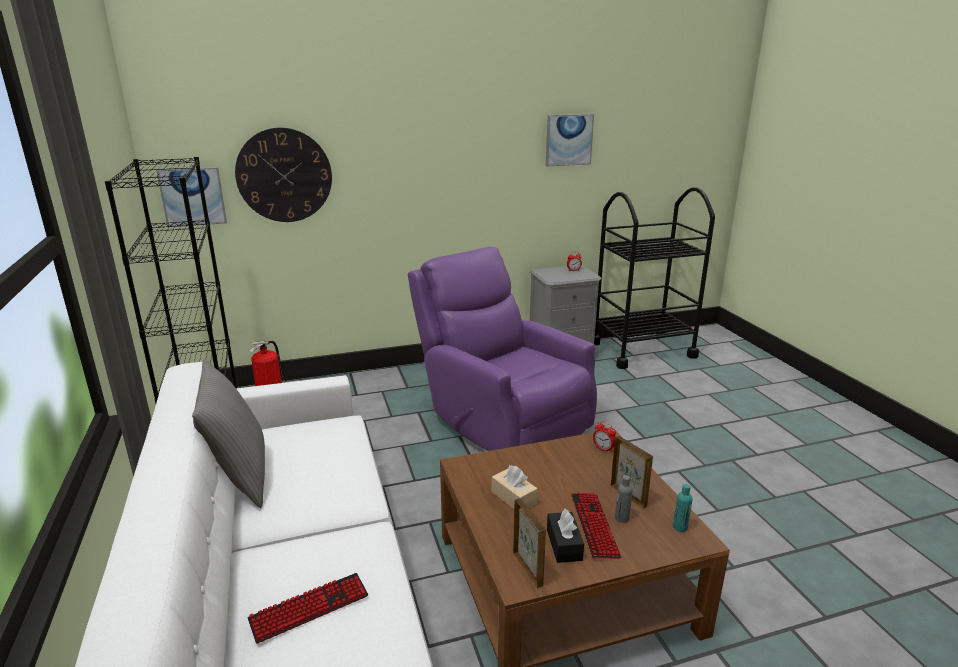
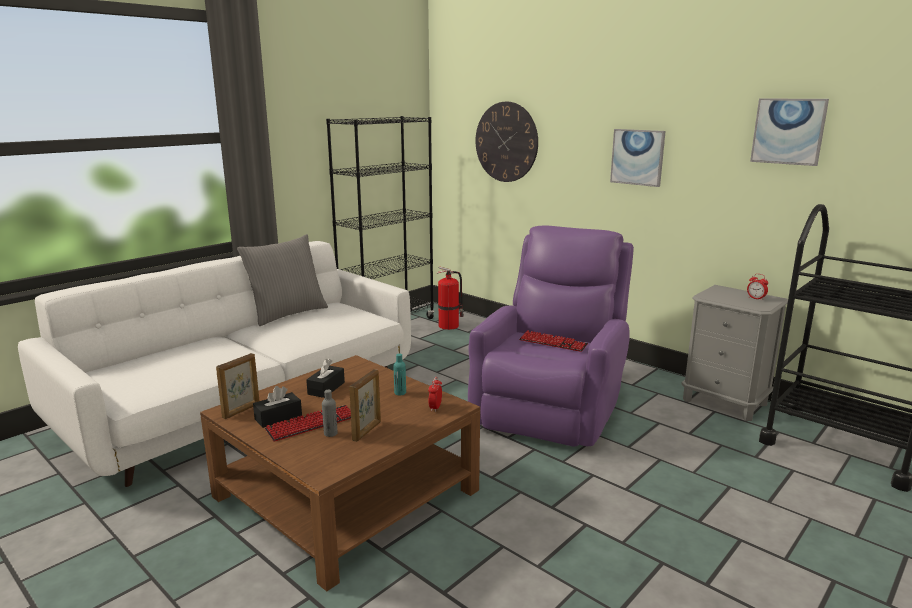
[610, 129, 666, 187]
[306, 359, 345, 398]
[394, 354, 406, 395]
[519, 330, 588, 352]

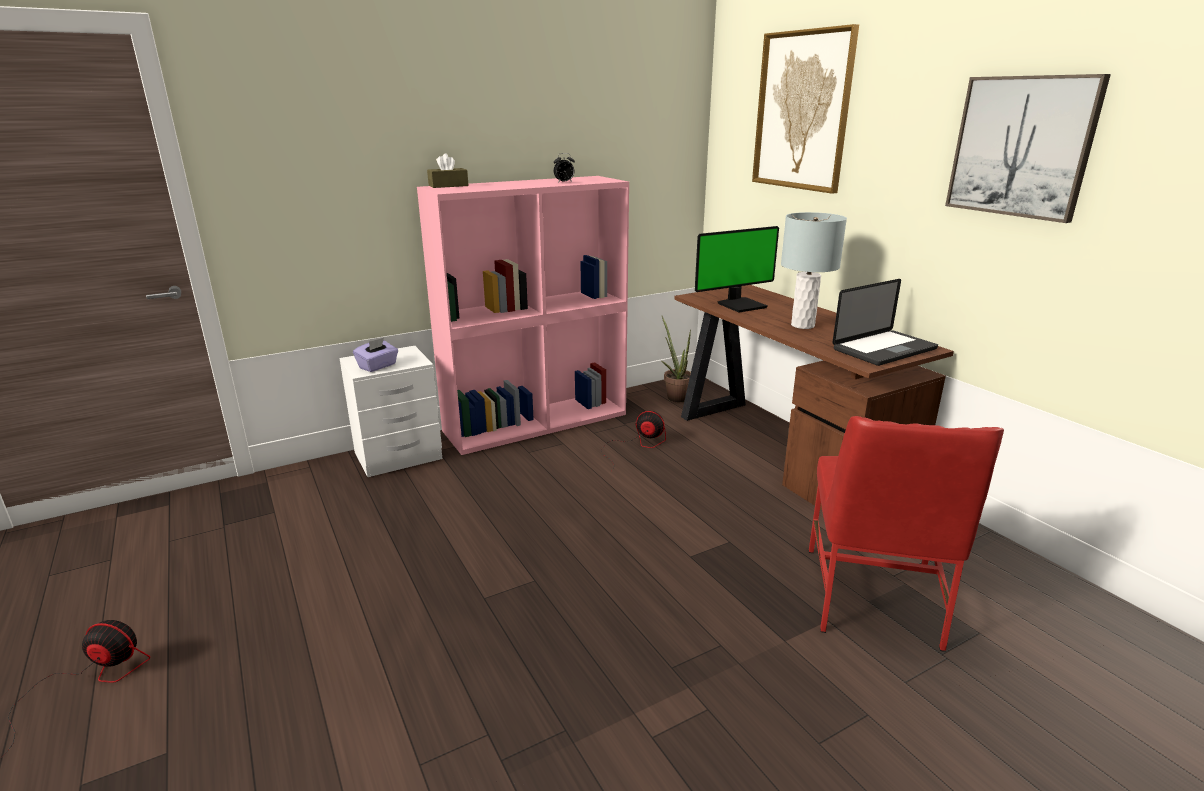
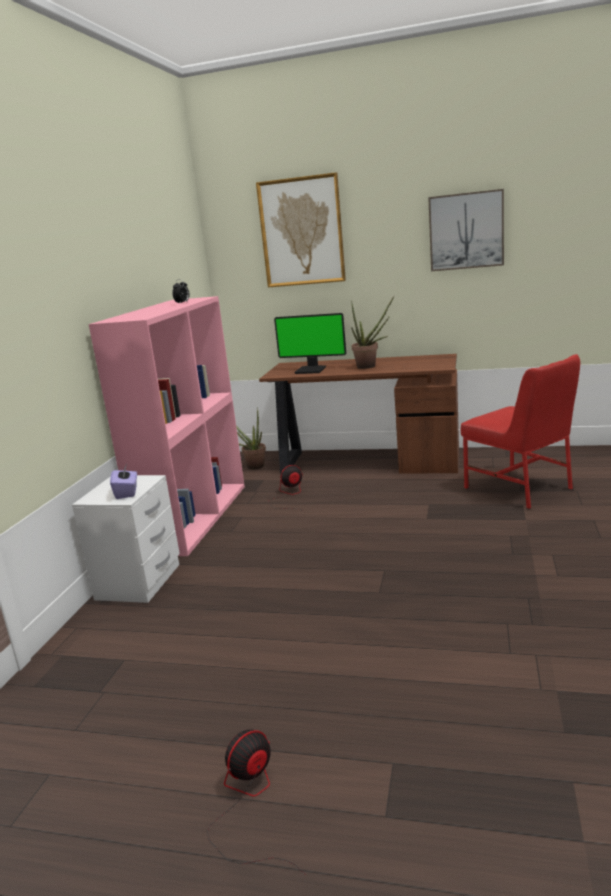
[427, 153, 468, 188] (first image)
[351, 296, 394, 369]
[274, 313, 346, 374]
[832, 279, 938, 366] (first image)

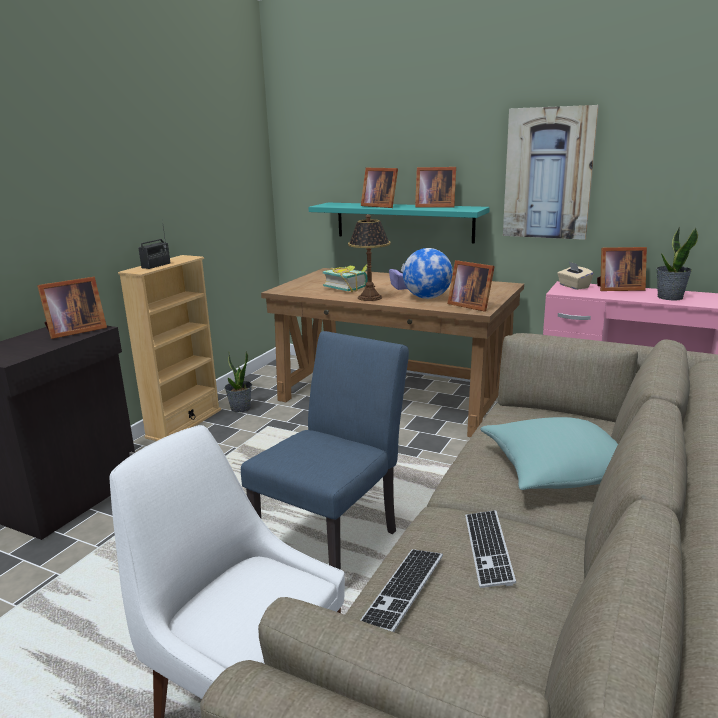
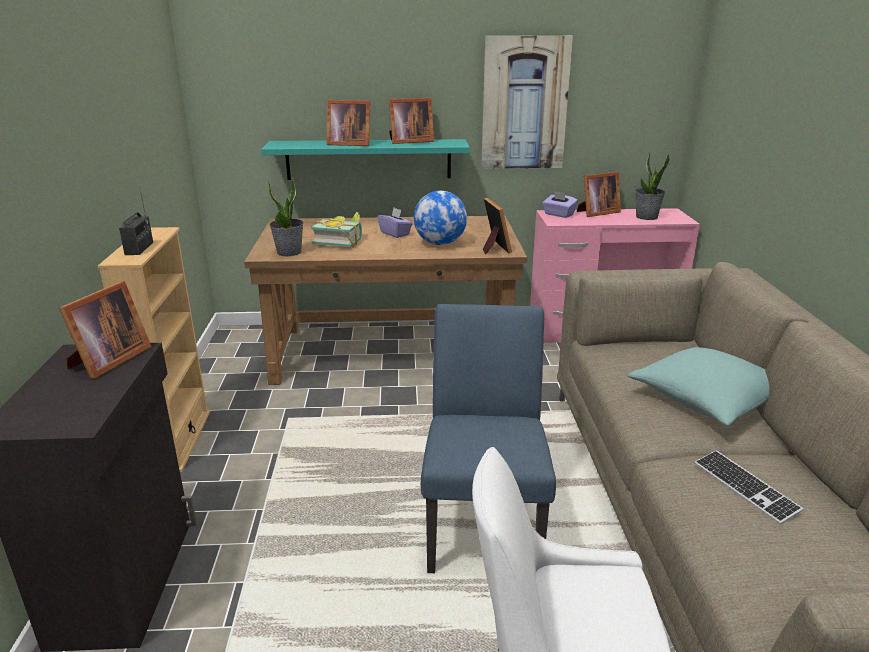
[348, 215, 391, 301] (first image)
[483, 198, 512, 254]
[543, 191, 578, 218]
[268, 178, 304, 256]
[361, 549, 443, 632] (first image)

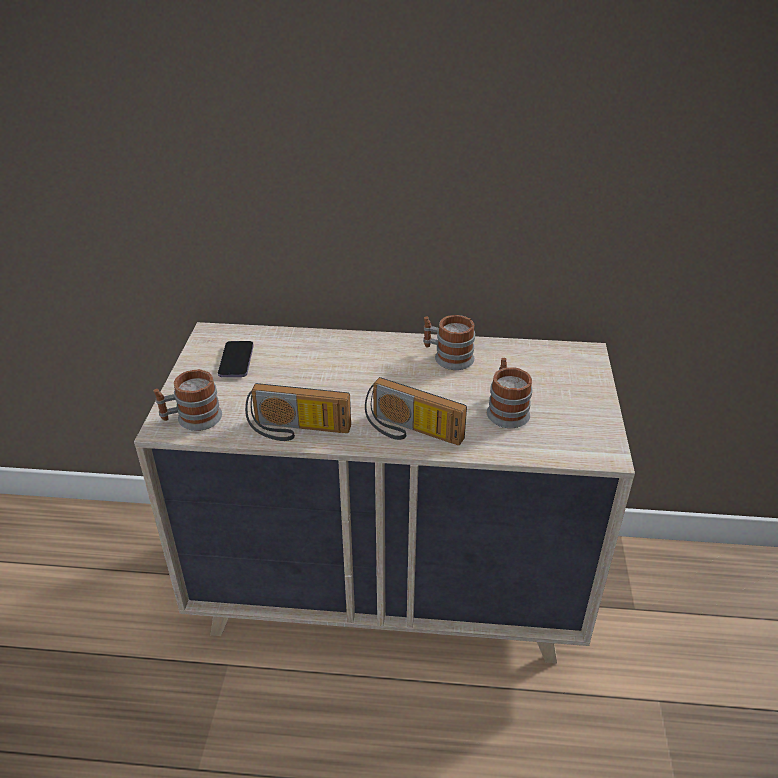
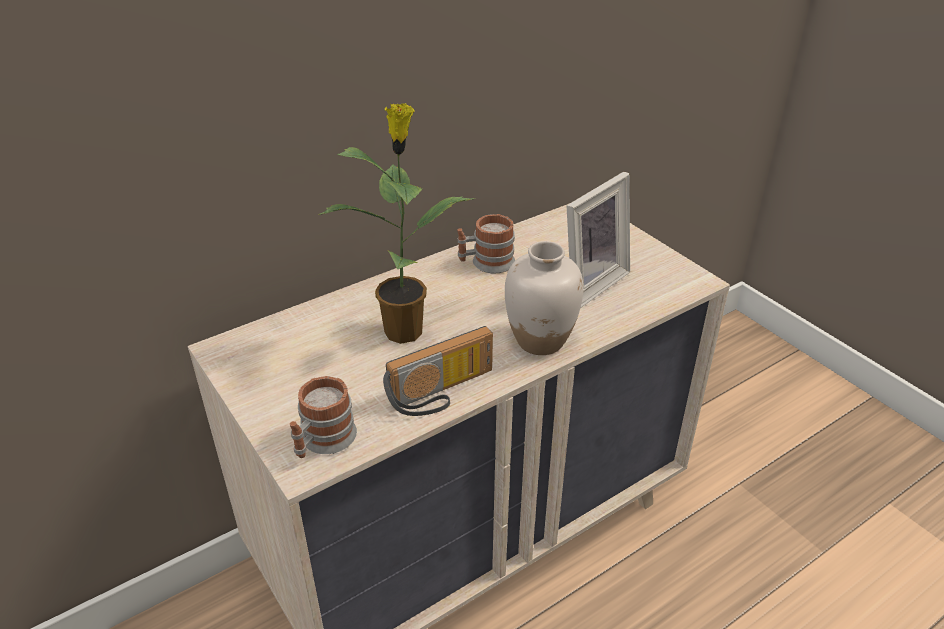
[218, 341, 254, 377] (first image)
[567, 172, 630, 307]
[505, 241, 584, 355]
[319, 103, 476, 344]

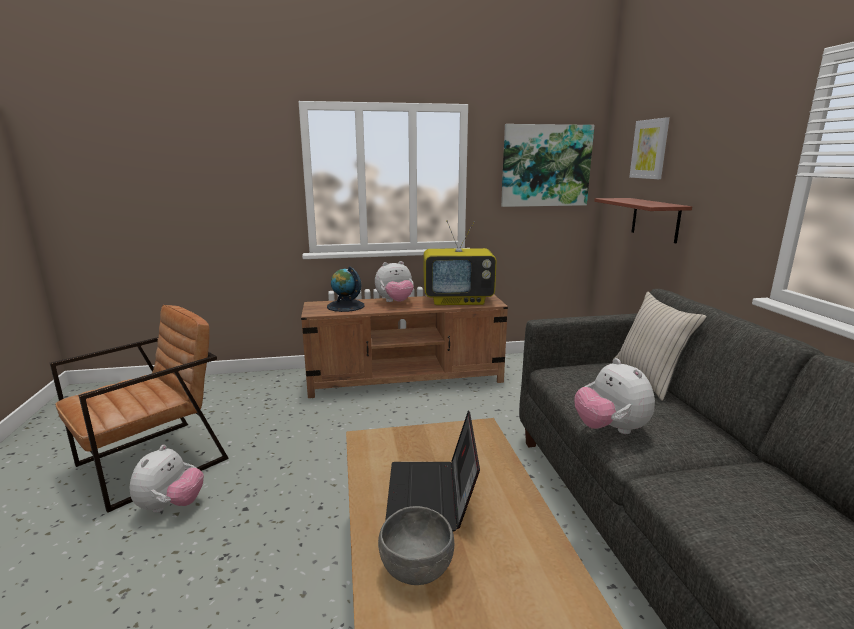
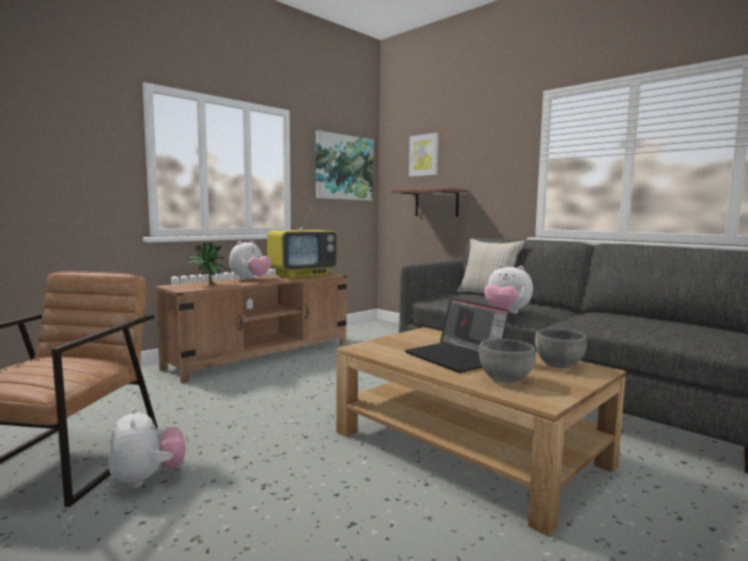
[188, 243, 229, 285]
[535, 329, 587, 368]

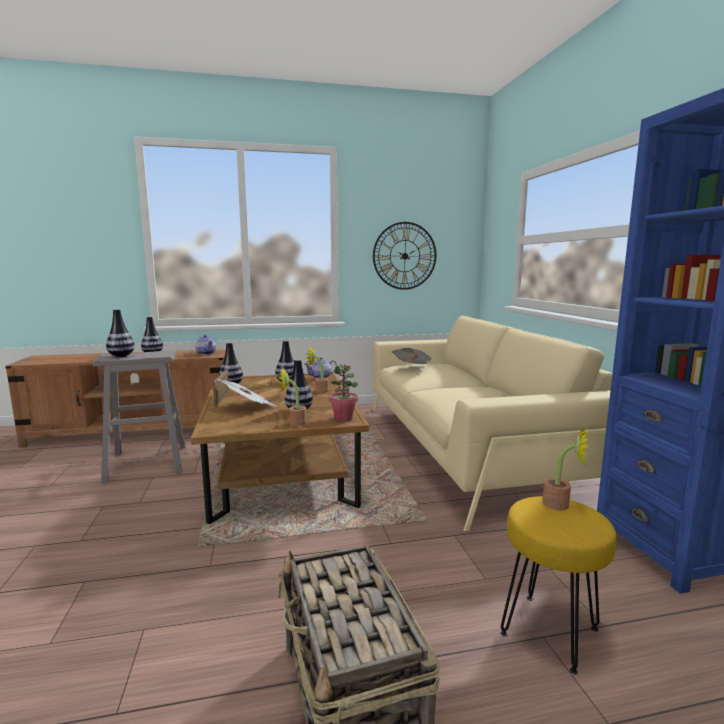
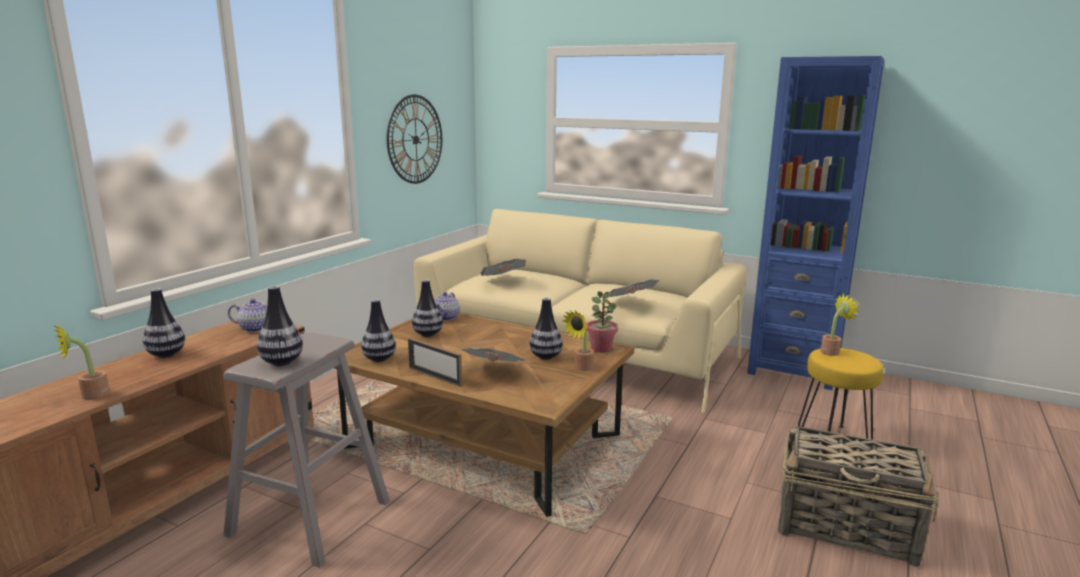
[55, 326, 110, 400]
[610, 279, 659, 297]

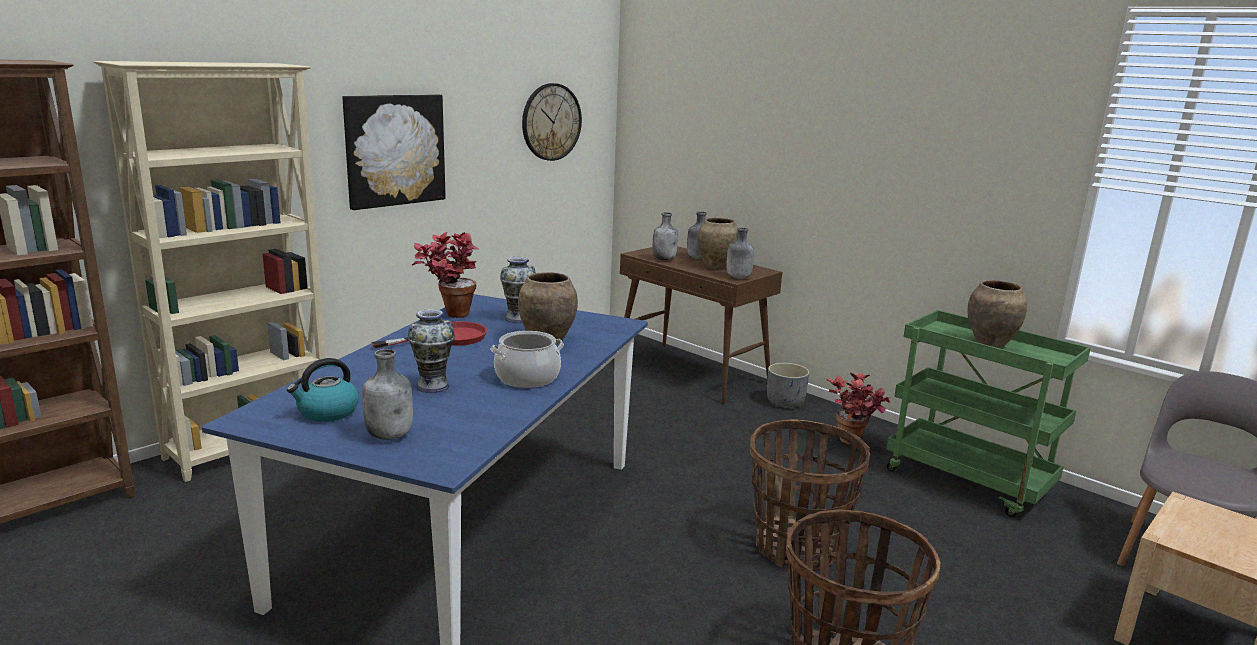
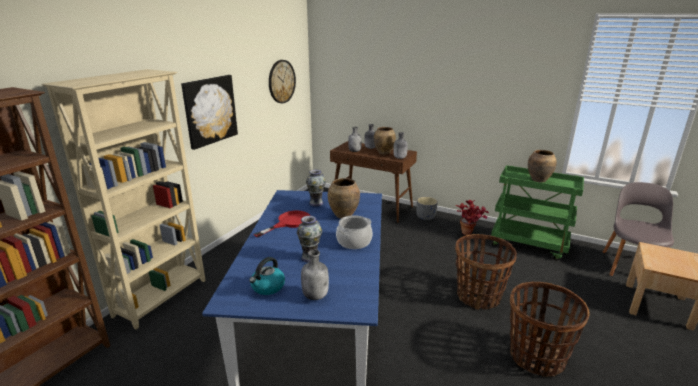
[412, 232, 479, 318] (first image)

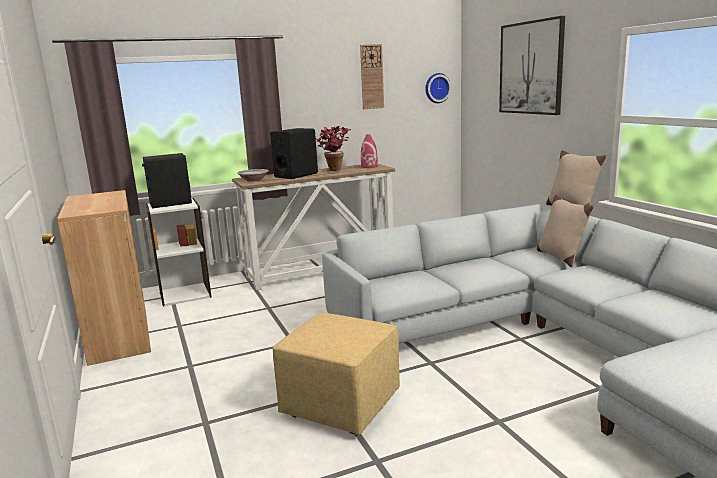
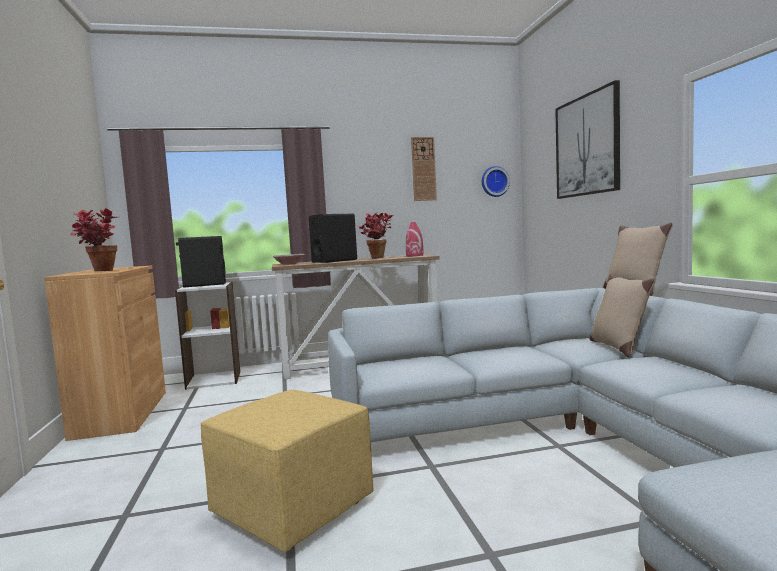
[70, 208, 117, 271]

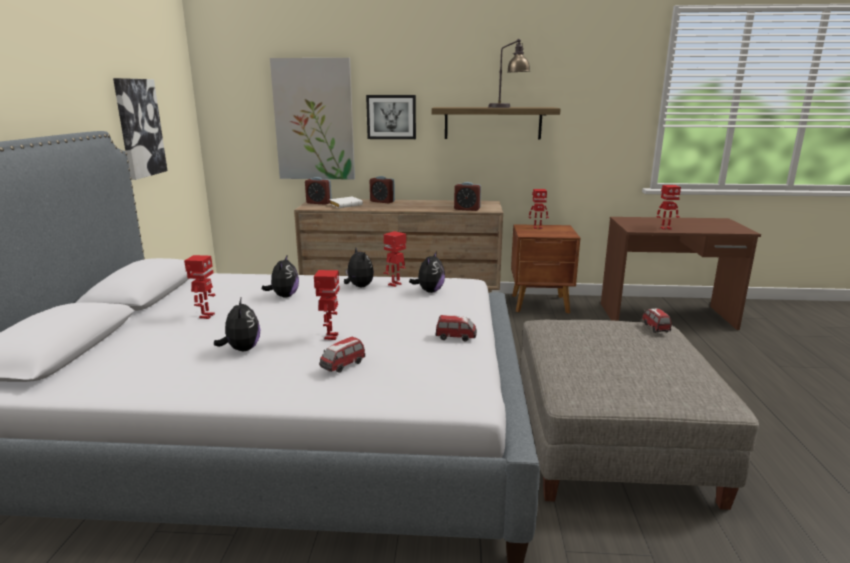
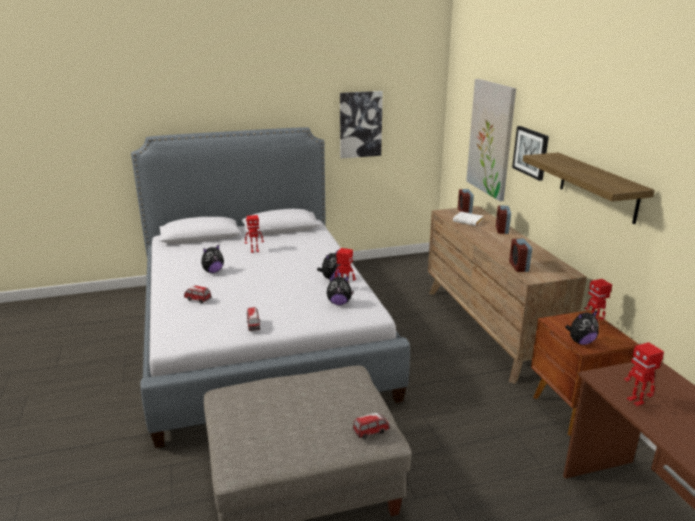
[488, 39, 530, 108] (first image)
[565, 310, 599, 345]
[314, 270, 340, 340] (first image)

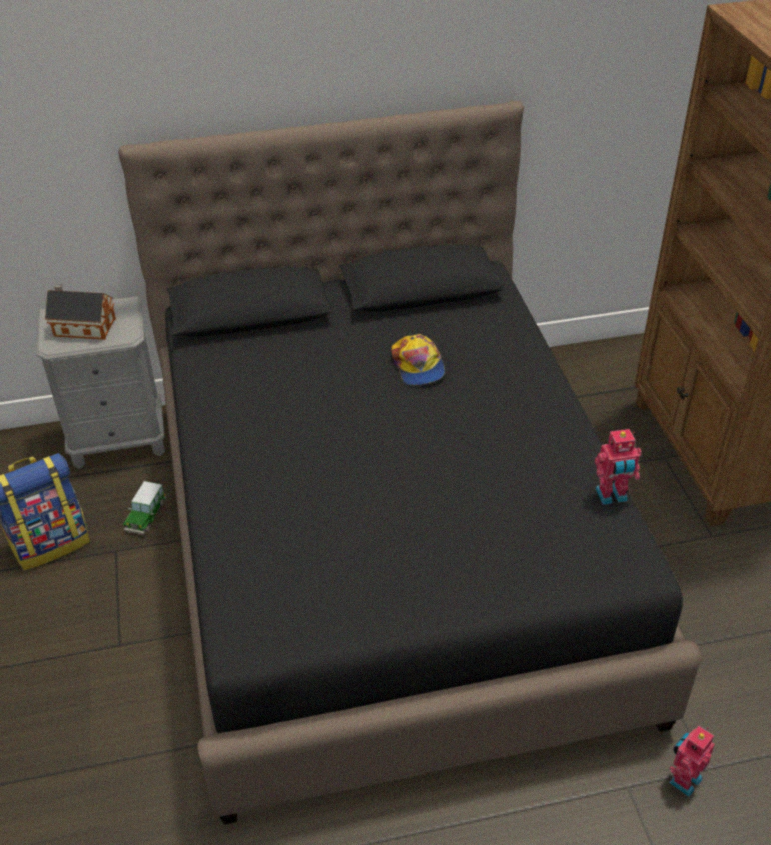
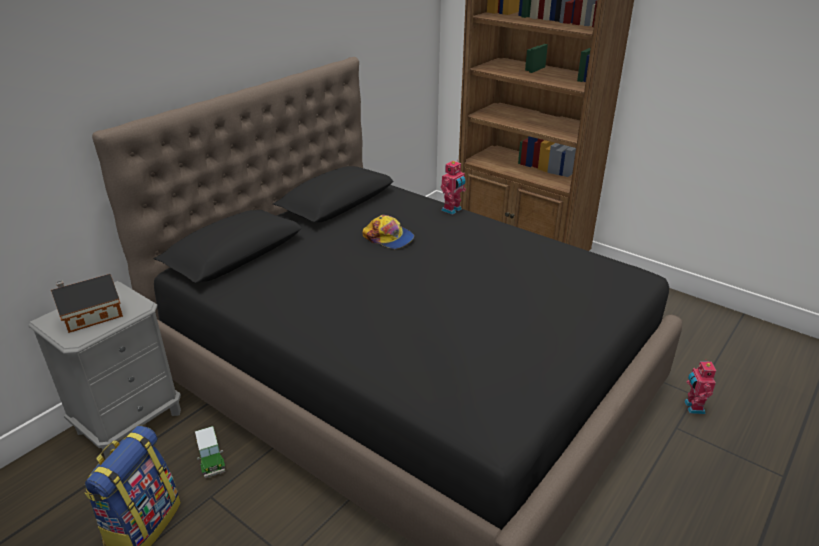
[441, 160, 466, 215]

